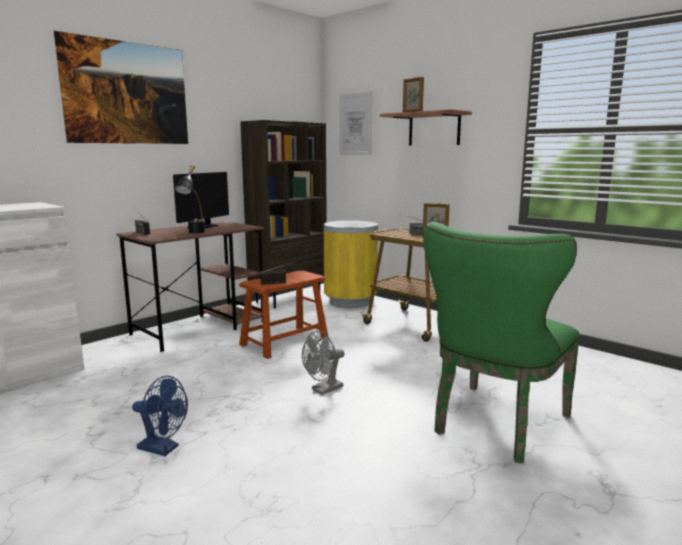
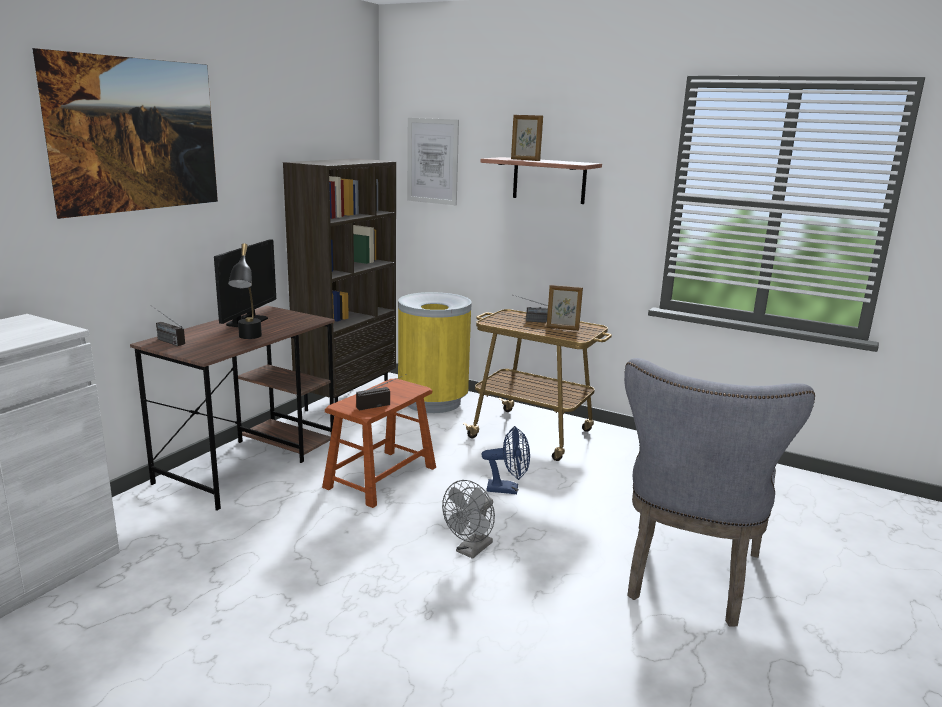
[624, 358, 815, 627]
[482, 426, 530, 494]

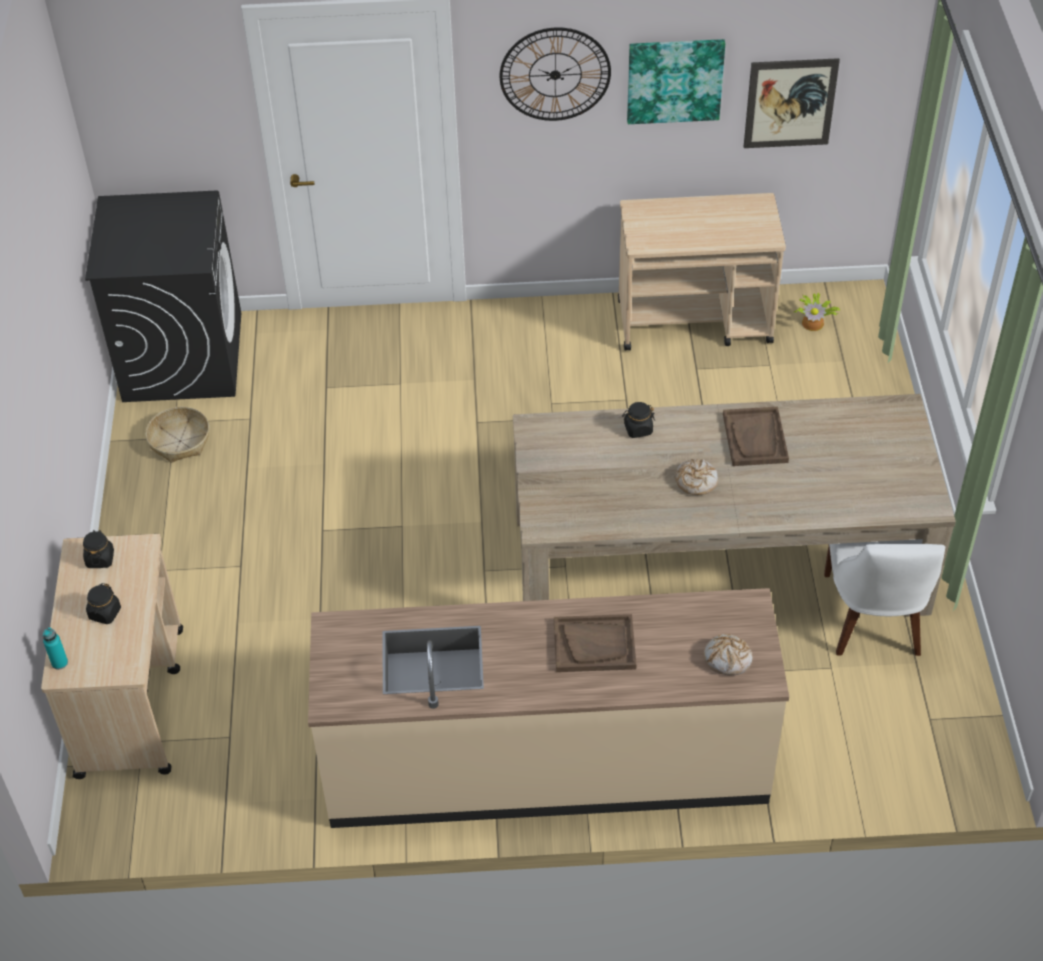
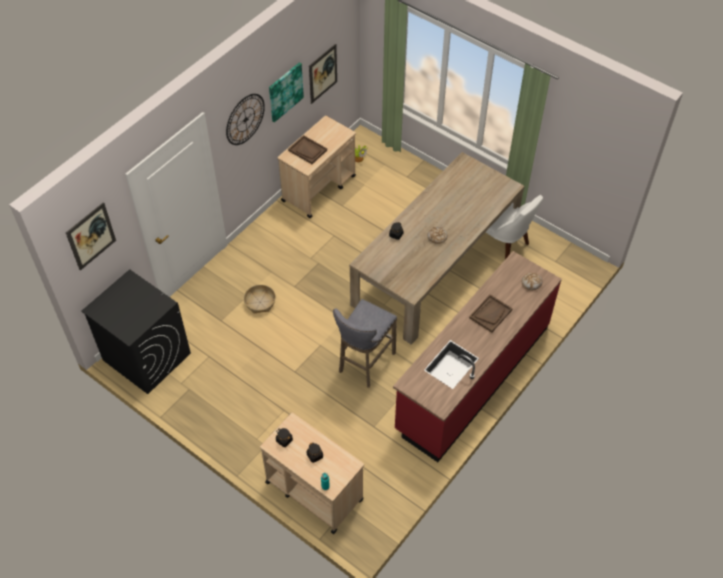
[244, 285, 276, 314]
[288, 135, 327, 164]
[393, 251, 562, 462]
[66, 202, 116, 271]
[333, 299, 397, 387]

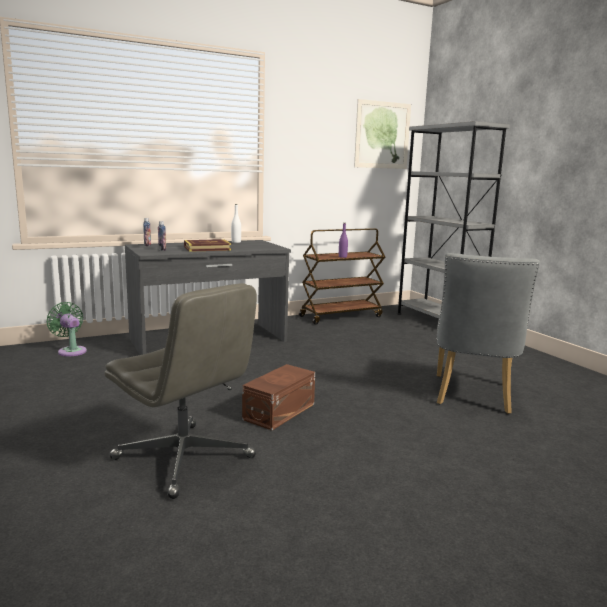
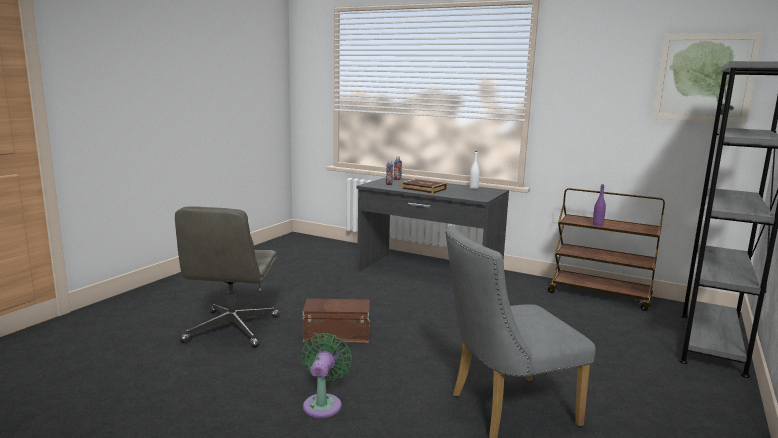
[302, 333, 352, 418]

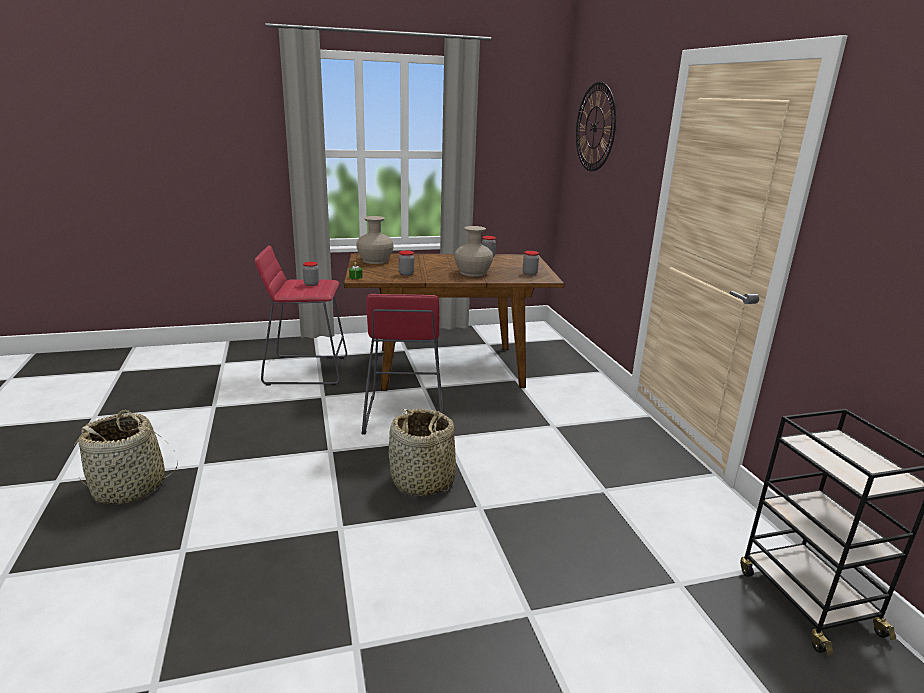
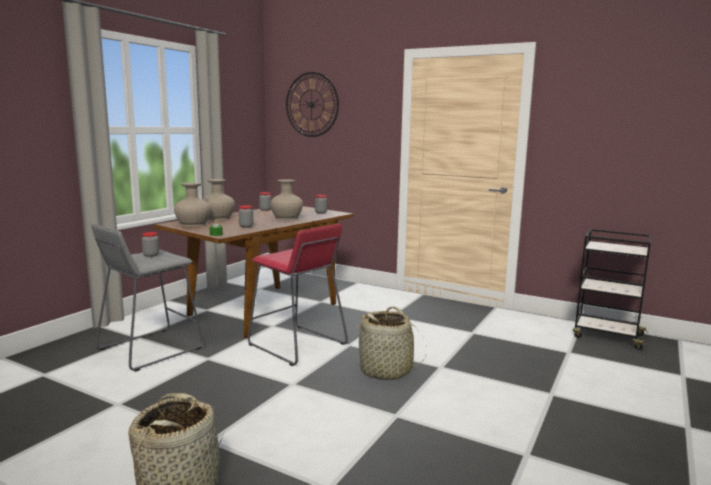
[91, 224, 203, 372]
[202, 179, 235, 220]

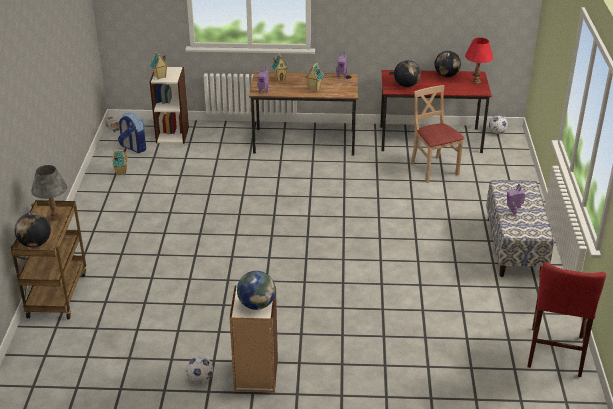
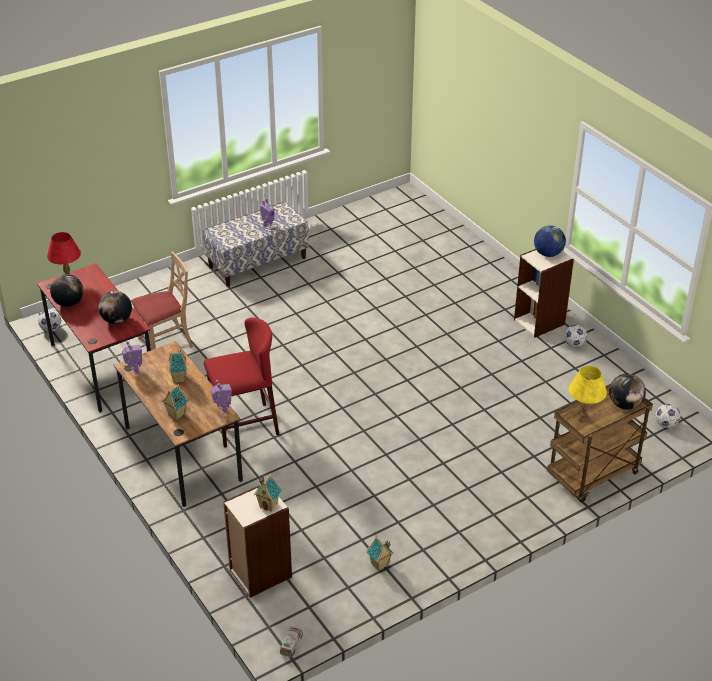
[131, 251, 193, 350]
[118, 113, 146, 153] (first image)
[569, 366, 607, 423]
[204, 317, 279, 448]
[655, 404, 680, 428]

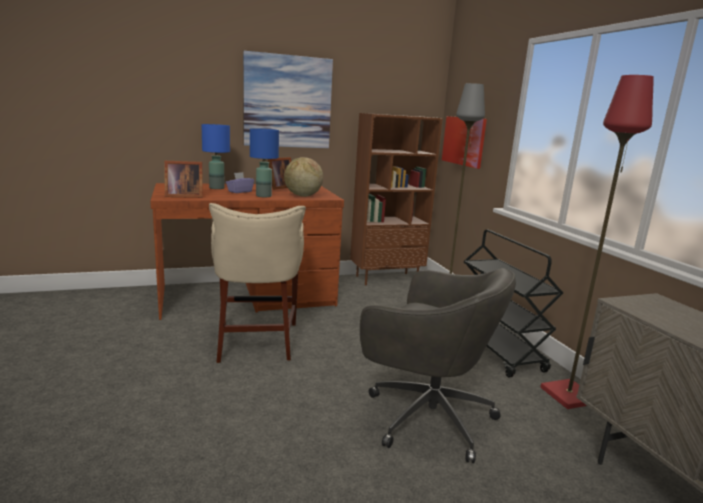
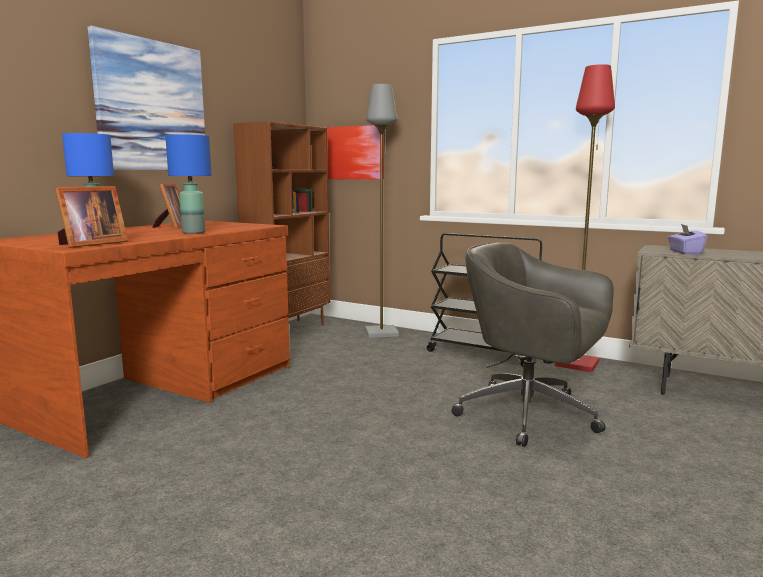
[284, 157, 323, 197] (first image)
[668, 224, 707, 254]
[209, 203, 306, 363] (first image)
[451, 243, 614, 447]

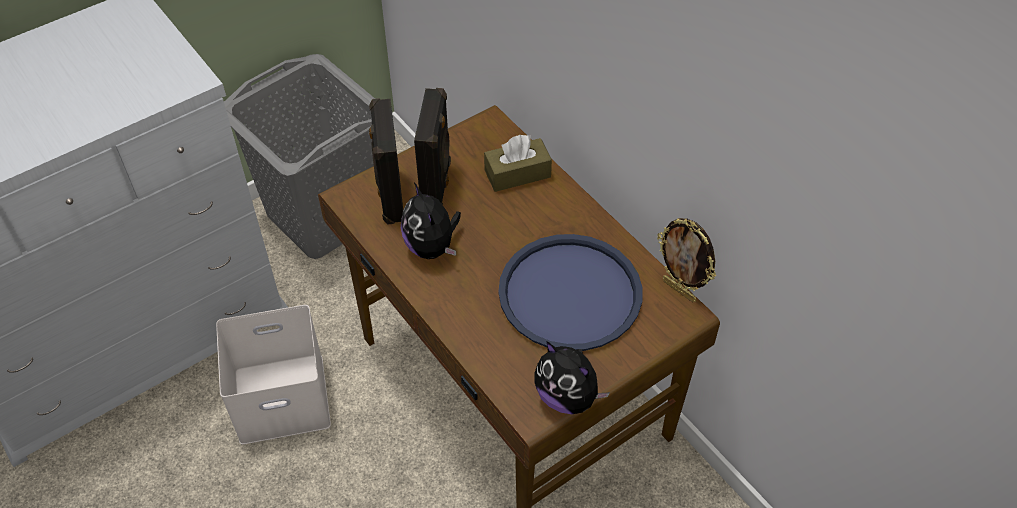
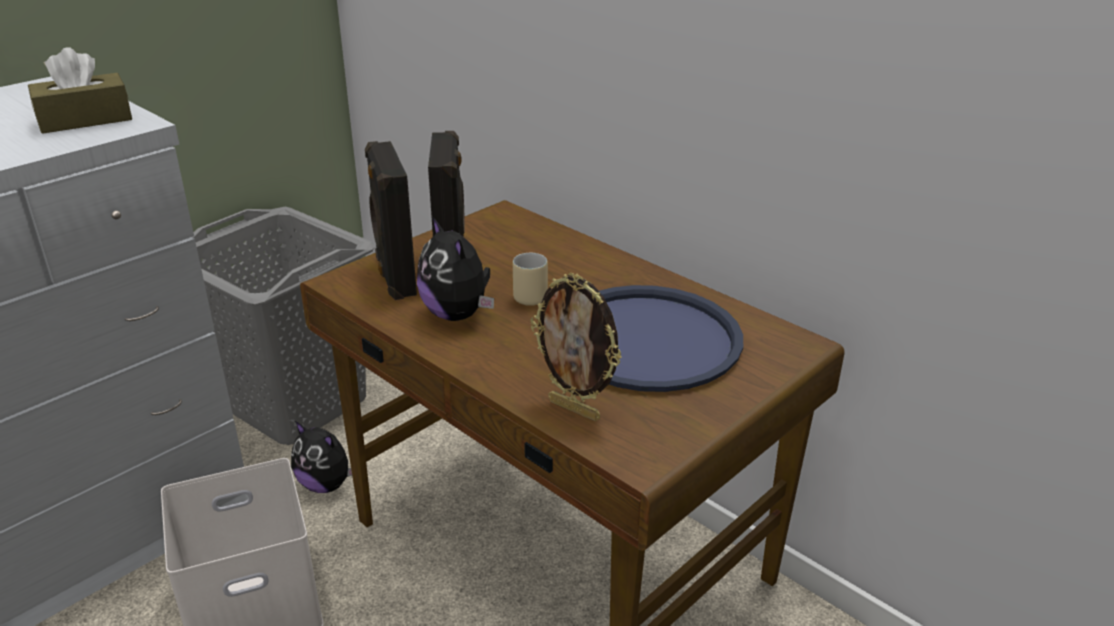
[28, 47, 132, 134]
[531, 273, 622, 421]
[291, 421, 352, 493]
[513, 253, 548, 306]

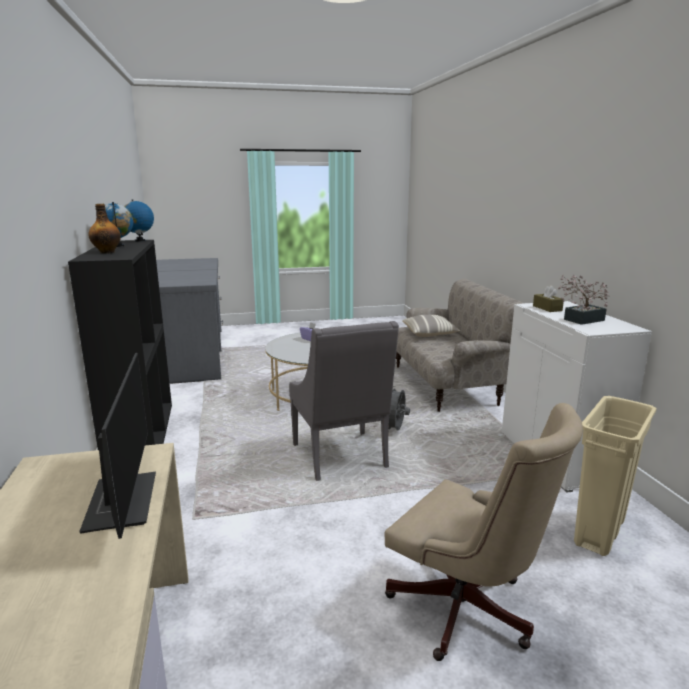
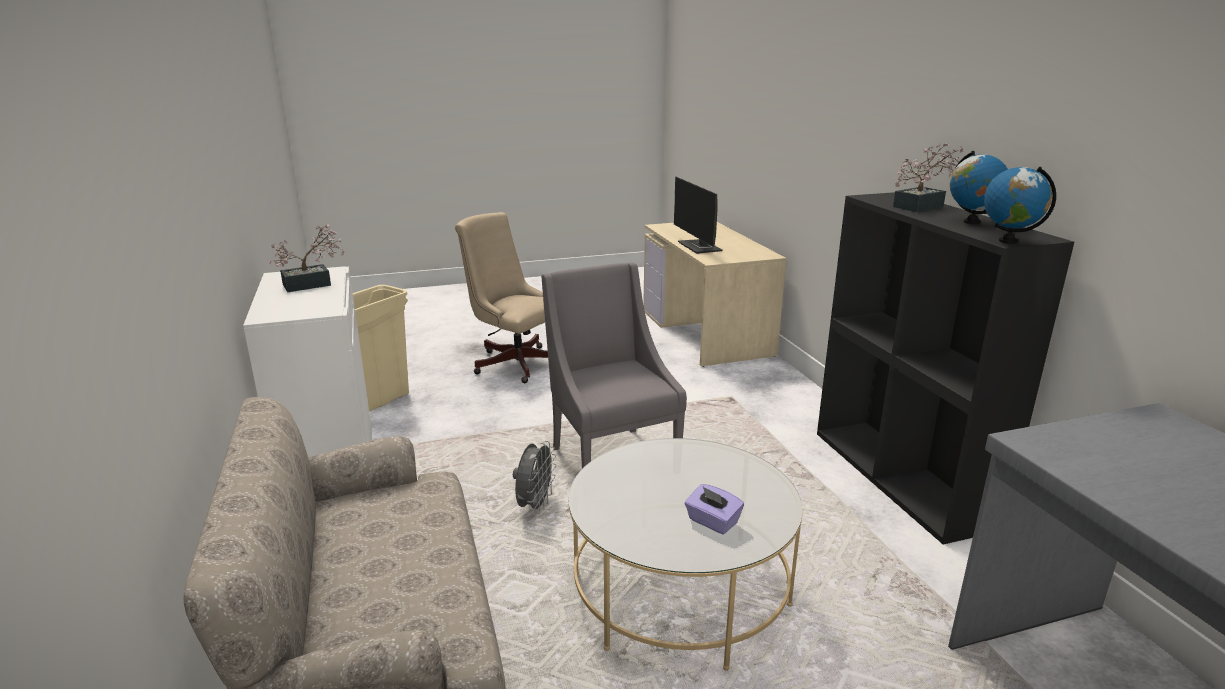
[893, 142, 964, 212]
[533, 285, 564, 312] (first image)
[402, 315, 460, 337] (first image)

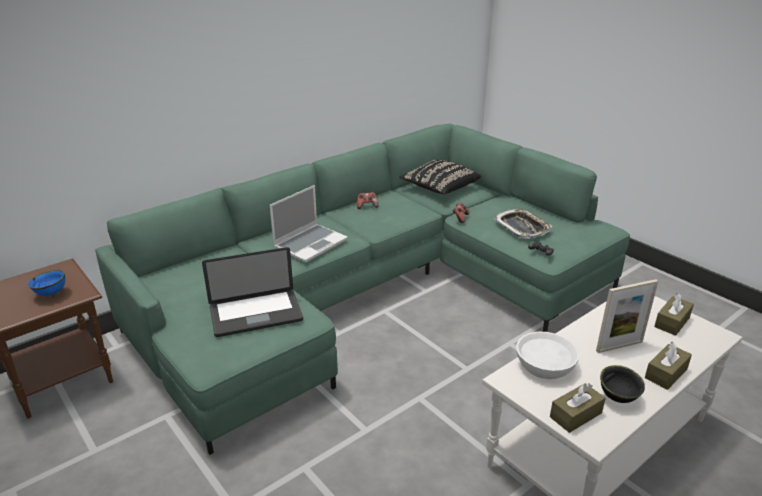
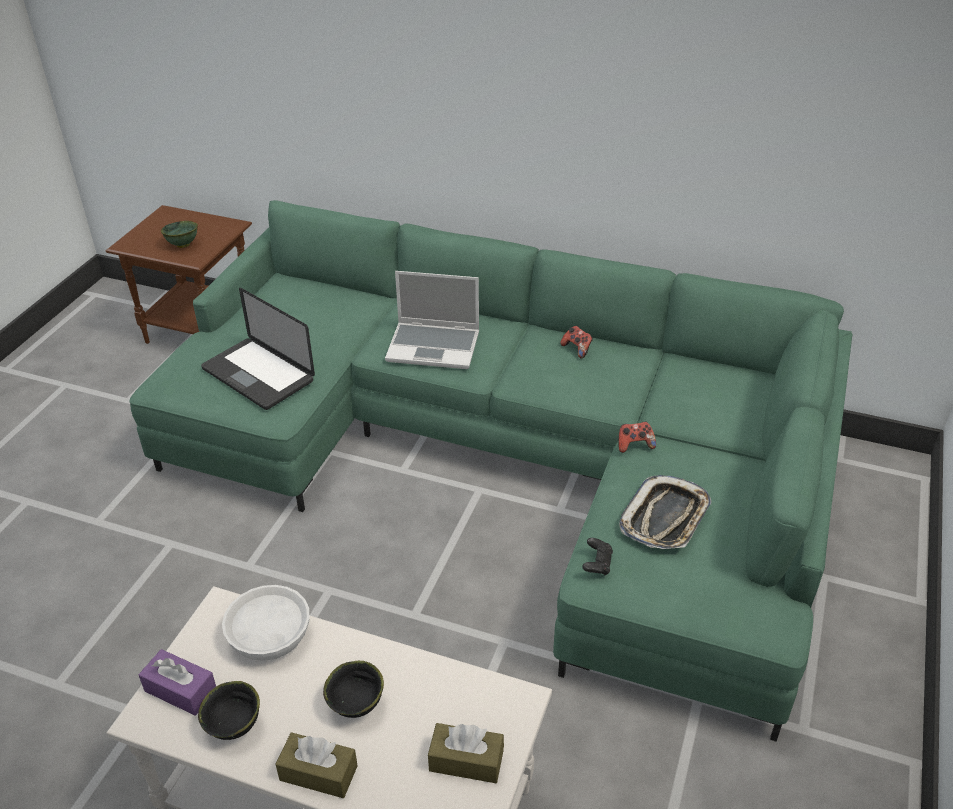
[399, 159, 481, 195] (first image)
[161, 221, 198, 248]
[323, 661, 384, 718]
[138, 649, 216, 716]

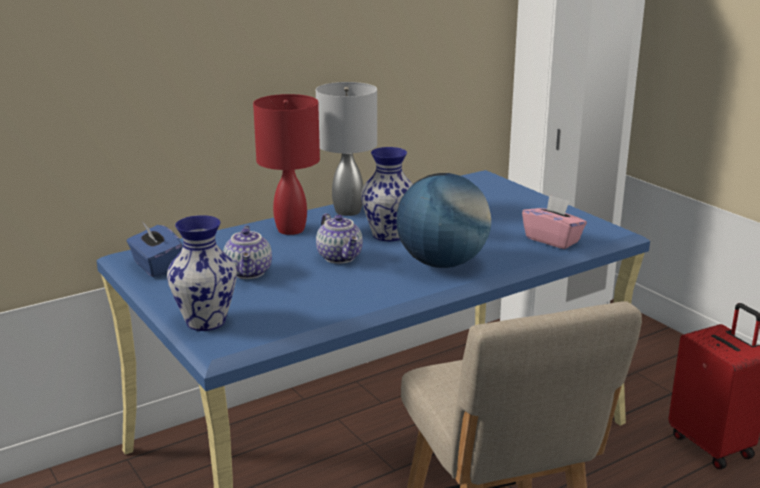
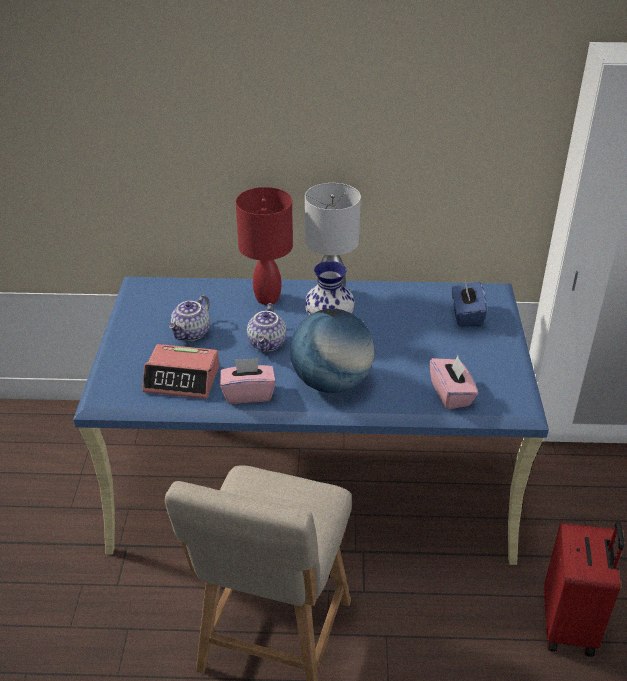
[167, 215, 237, 331] (first image)
[451, 280, 487, 327]
[143, 344, 219, 399]
[220, 358, 276, 404]

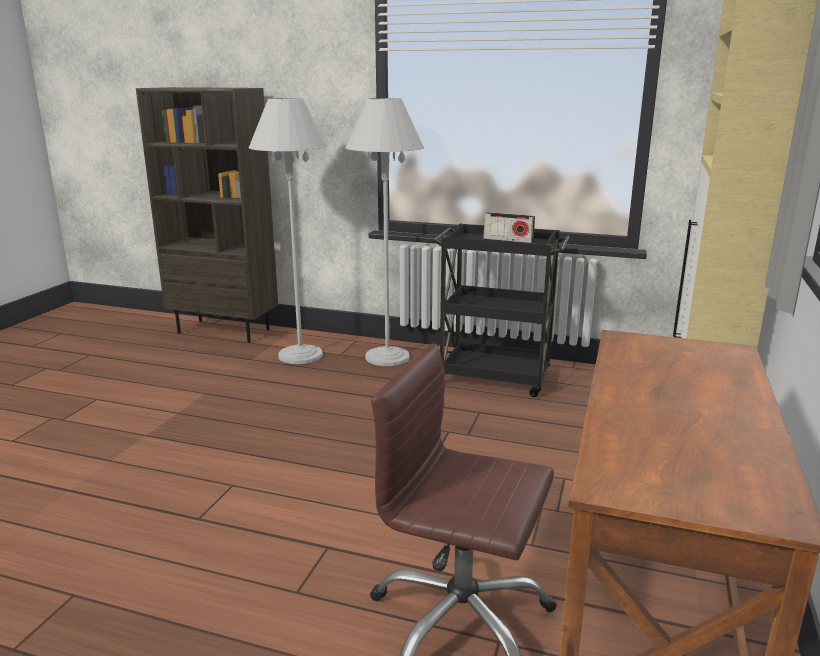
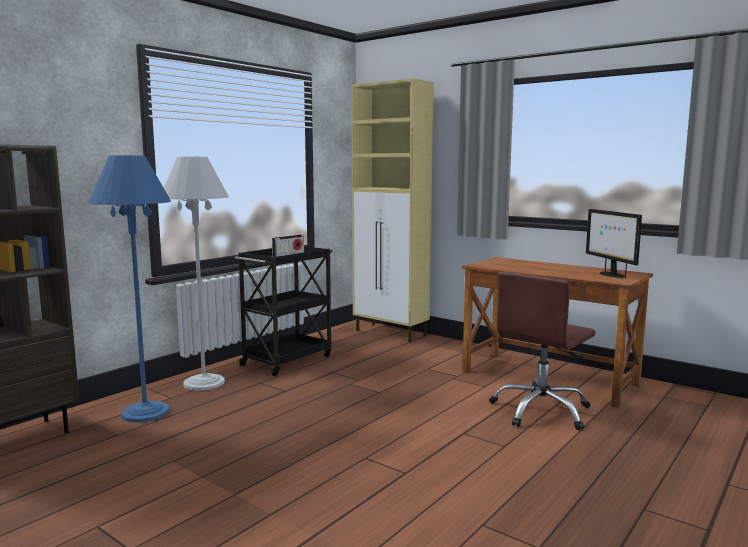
[88, 155, 171, 422]
[586, 209, 642, 278]

